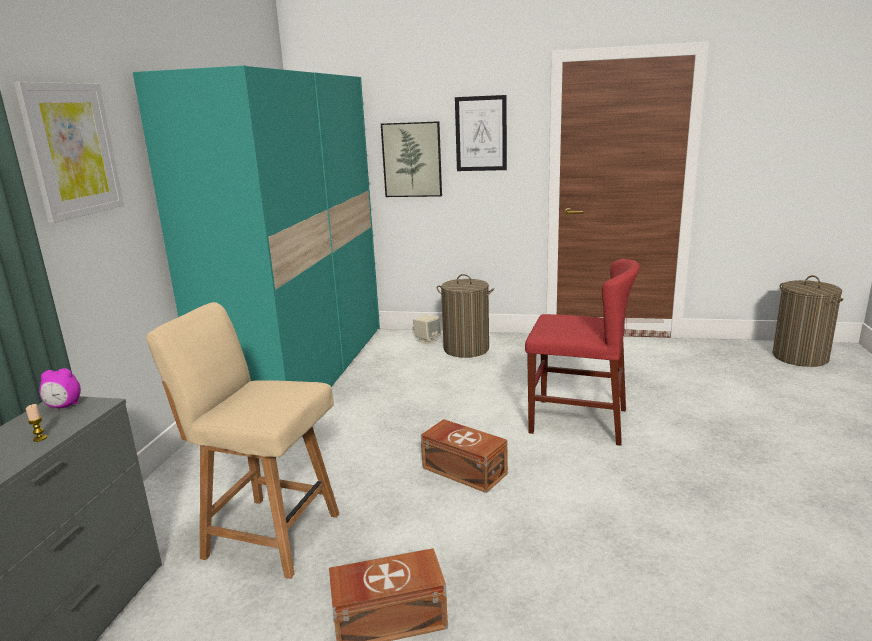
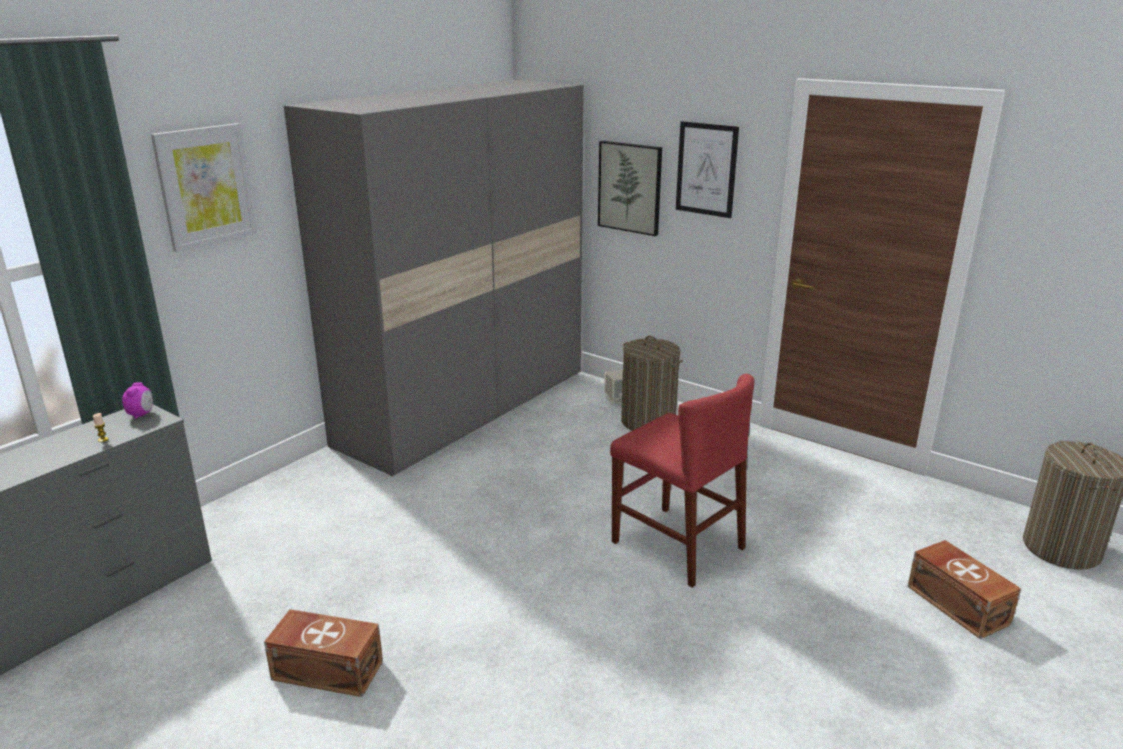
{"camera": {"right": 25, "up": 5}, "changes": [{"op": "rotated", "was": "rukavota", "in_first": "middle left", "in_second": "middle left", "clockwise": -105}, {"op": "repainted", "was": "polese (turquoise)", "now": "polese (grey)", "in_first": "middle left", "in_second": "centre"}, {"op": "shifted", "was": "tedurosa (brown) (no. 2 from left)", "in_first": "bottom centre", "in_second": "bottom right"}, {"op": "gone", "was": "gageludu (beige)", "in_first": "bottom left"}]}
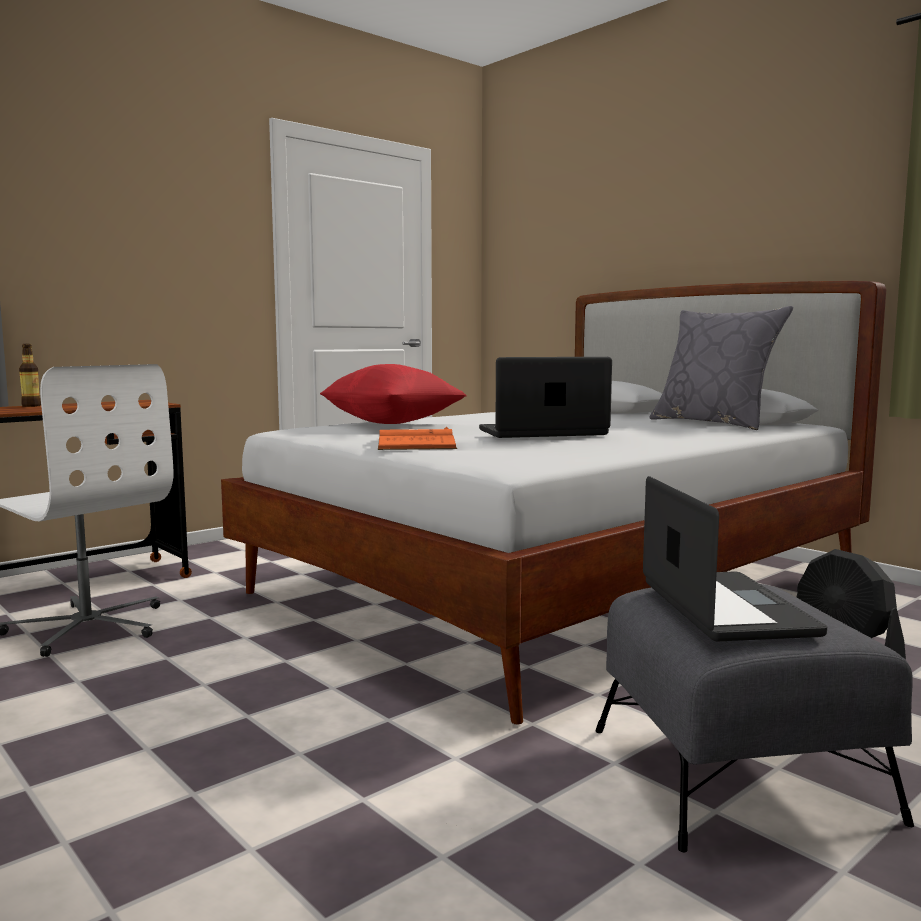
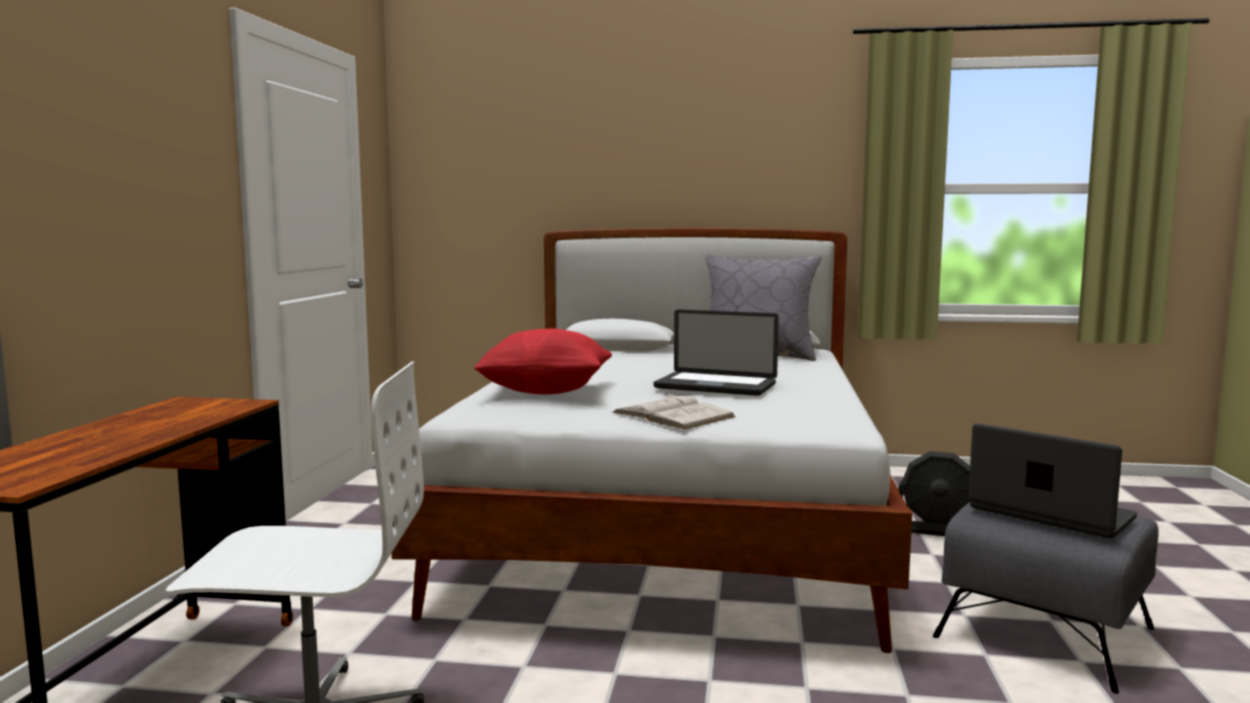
{"camera": {"right": -40, "up": 0}, "changes": [{"op": "repainted", "was": "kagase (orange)", "now": "kagase (white)", "in_first": "centre", "in_second": "centre"}, {"op": "rotated", "was": "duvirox (no. 1 from left)", "in_first": "centre", "in_second": "centre", "clockwise": -105}, {"op": "gone", "was": "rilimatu", "in_first": "middle left"}]}
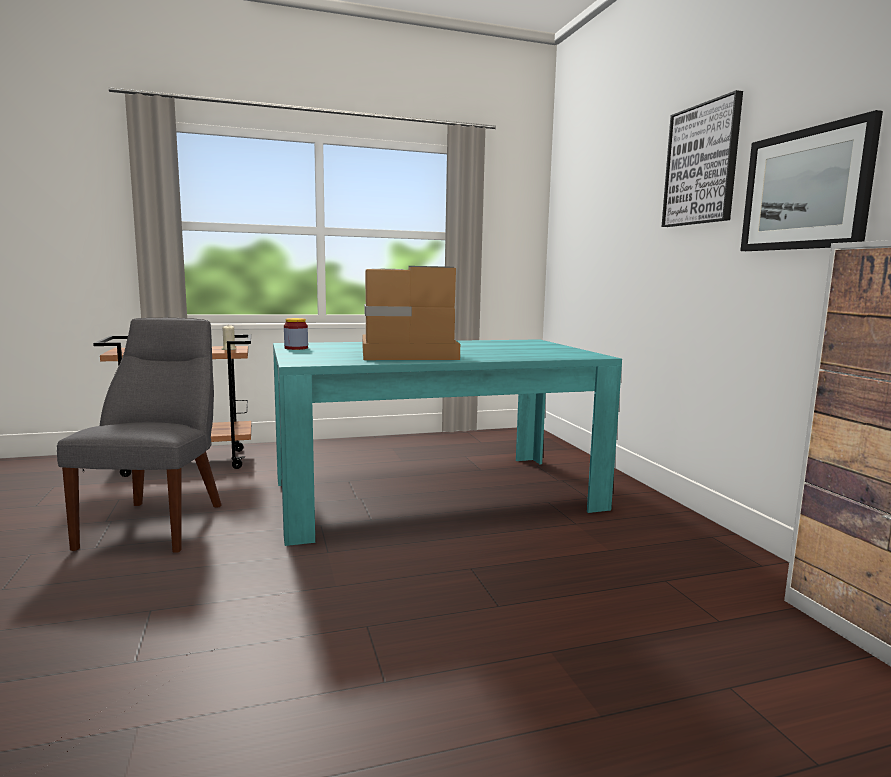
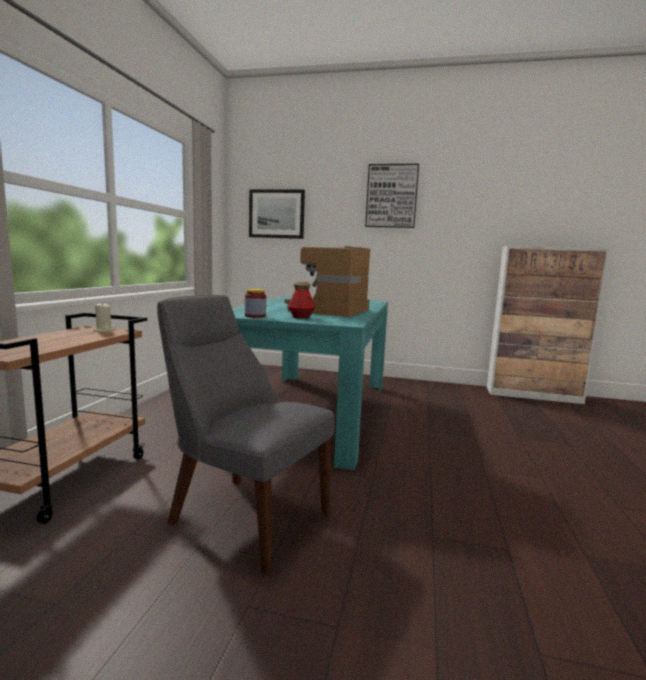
{"camera": {"right": -60, "up": 0}, "changes": [{"op": "shifted", "was": "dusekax (no. 2 from left in the first image)", "now": "dusekax (no. 1 from left)", "in_first": "top right", "in_second": "top centre"}, {"op": "new", "now": "rilimatu", "in_second": "centre"}]}
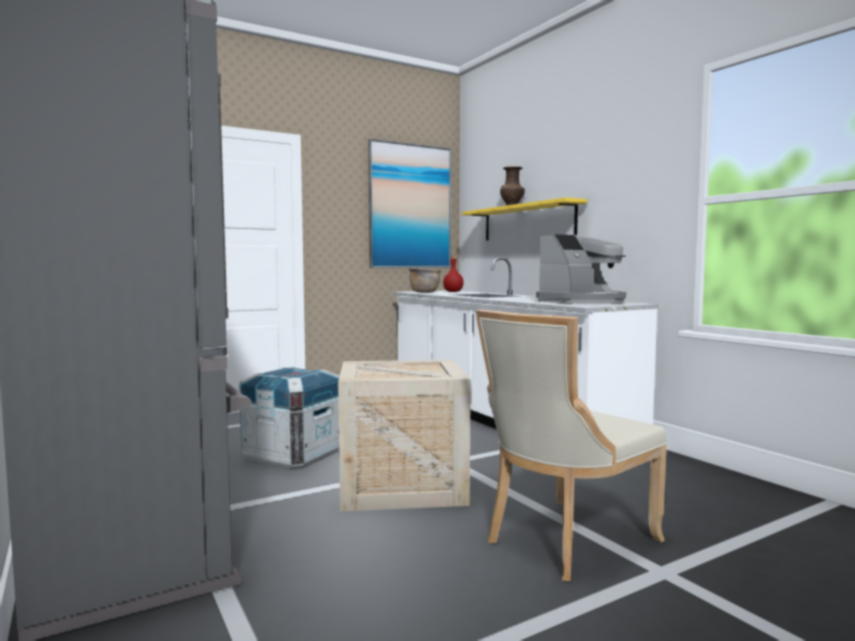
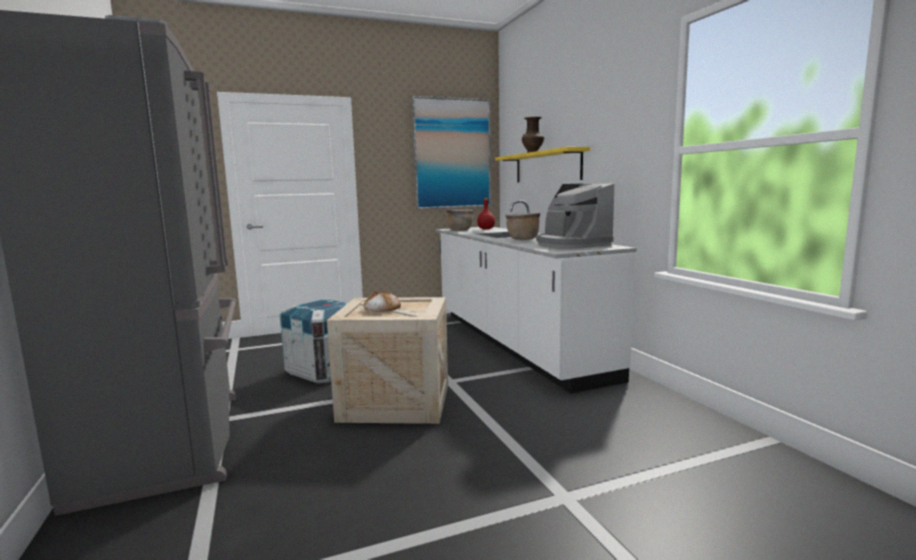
{"camera": {"right": 10, "up": 5}, "changes": [{"op": "new", "now": "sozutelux", "in_second": "centre"}, {"op": "new", "now": "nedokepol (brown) (no. 2 from left)", "in_second": "centre"}, {"op": "rotated", "was": "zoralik", "in_first": "middle right", "in_second": "centre", "clockwise": 90}, {"op": "gone", "was": "gageludu (beige)", "in_first": "bottom right"}]}
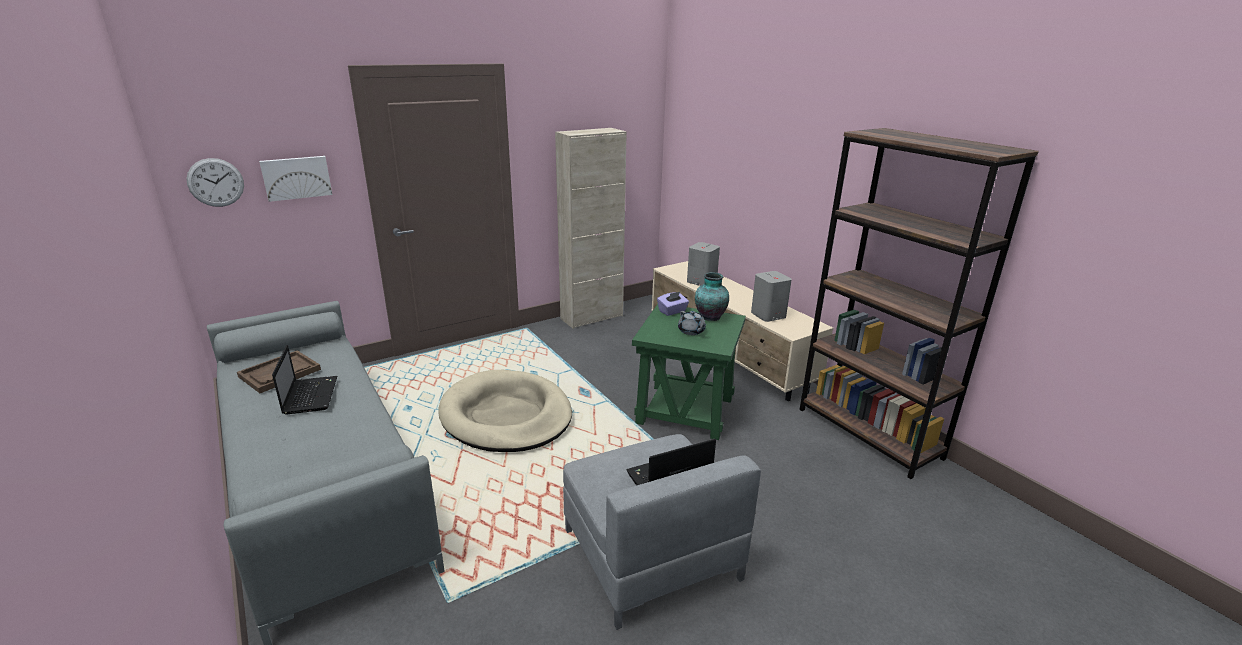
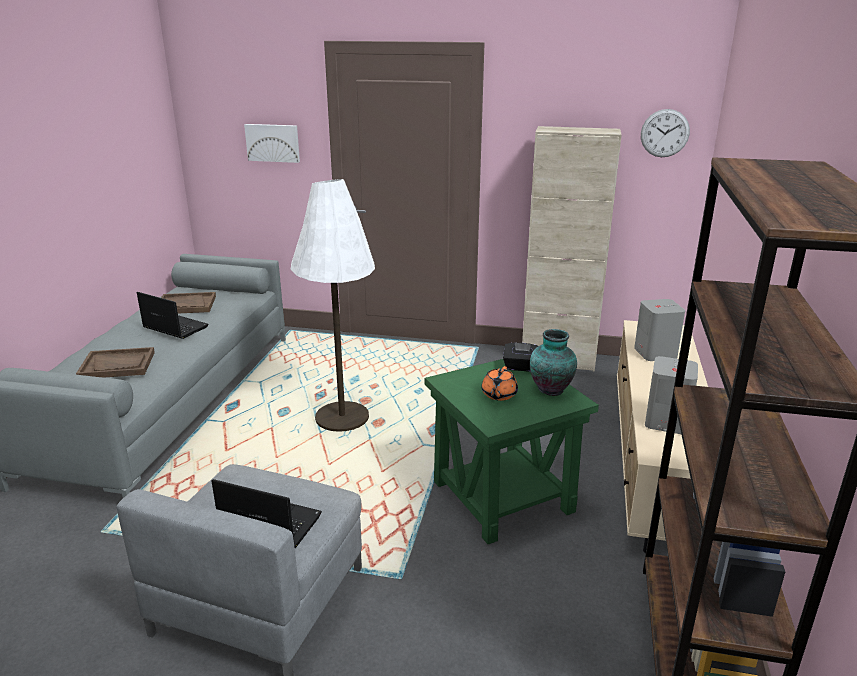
{"camera": {"right": 45, "up": 0}, "changes": [{"op": "new", "now": "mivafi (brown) (no. 1 from left)", "in_second": "middle left"}, {"op": "rotated", "was": "duvirox (no. 1 from left)", "in_first": "middle left", "in_second": "middle left", "clockwise": -90}, {"op": "swapped", "was": "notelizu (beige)", "now": "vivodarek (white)", "in_first": "centre", "in_second": "centre"}, {"op": "repainted", "was": "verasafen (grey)", "now": "verasafen (orange)", "in_first": "centre", "in_second": "centre"}, {"op": "repainted", "was": "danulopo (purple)", "now": "danulopo (black)", "in_first": "centre", "in_second": "centre"}, {"op": "shifted", "was": "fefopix", "in_first": "top left", "in_second": "top right"}]}
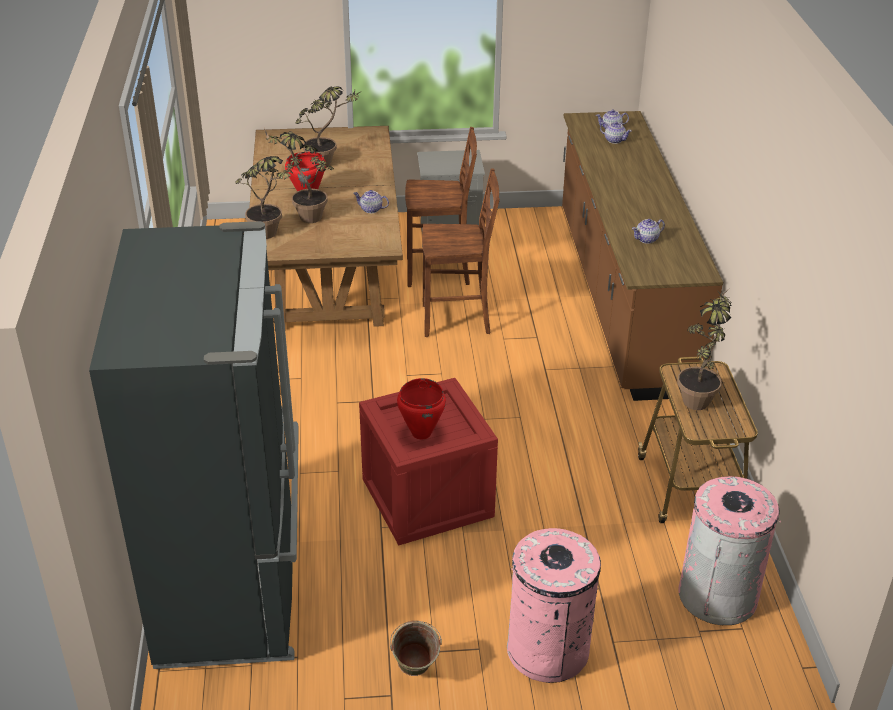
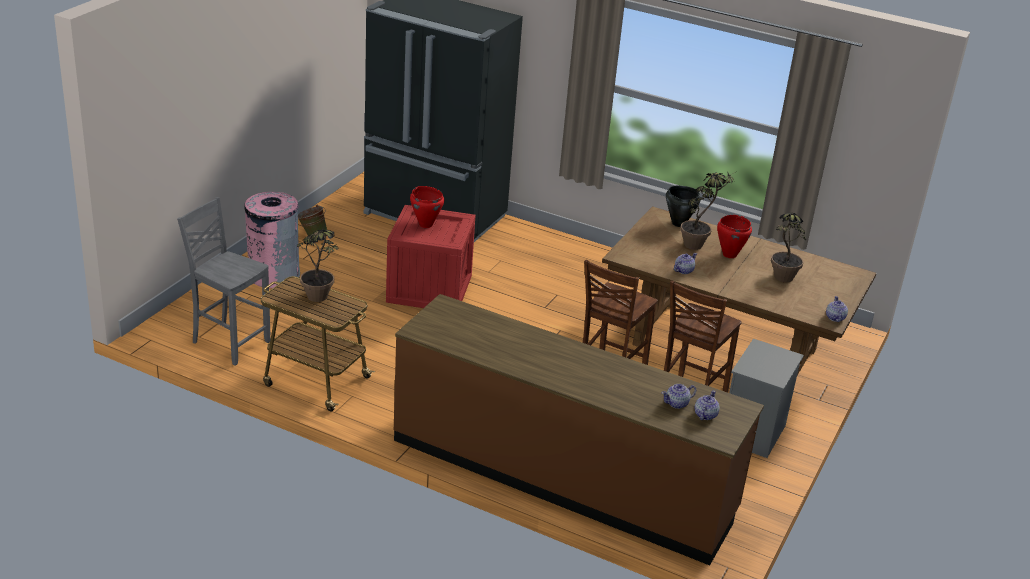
{"camera": {"right": 120, "up": -5}, "changes": [{"op": "swapped", "was": "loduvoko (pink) (no. 2 from left)", "now": "gageludu (grey)", "in_first": "bottom right", "in_second": "middle left"}, {"op": "swapped", "was": "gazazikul (no. 1 from left)", "now": "nedokepol (black)", "in_first": "top left", "in_second": "centre"}, {"op": "shifted", "was": "verasafen (no. 4 from left)", "in_first": "top right", "in_second": "middle right"}]}
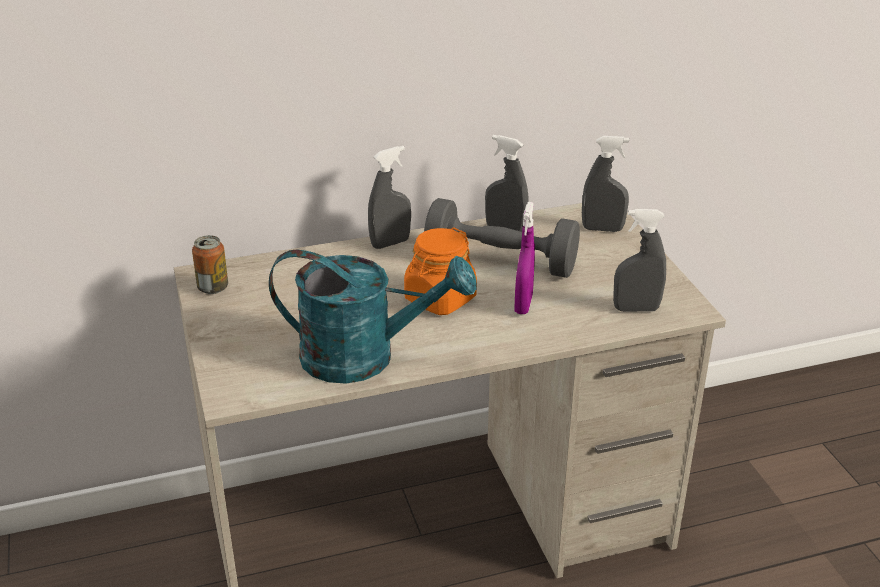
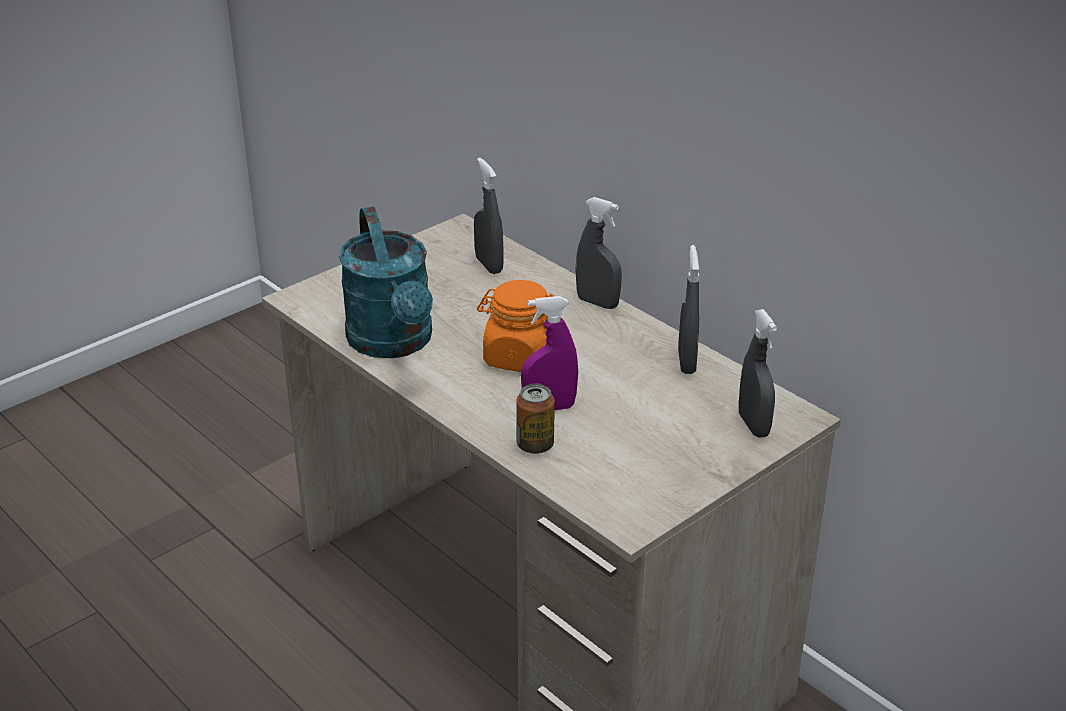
{"camera": {"right": 65, "up": 0}, "changes": [{"op": "shifted", "was": "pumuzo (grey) (no. 4 from left in the first image)", "now": "pumuzo (grey) (no. 1 from left)", "in_first": "middle right", "in_second": "top centre"}, {"op": "shifted", "was": "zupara", "in_first": "middle left", "in_second": "centre"}, {"op": "gone", "was": "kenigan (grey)", "in_first": "centre"}]}
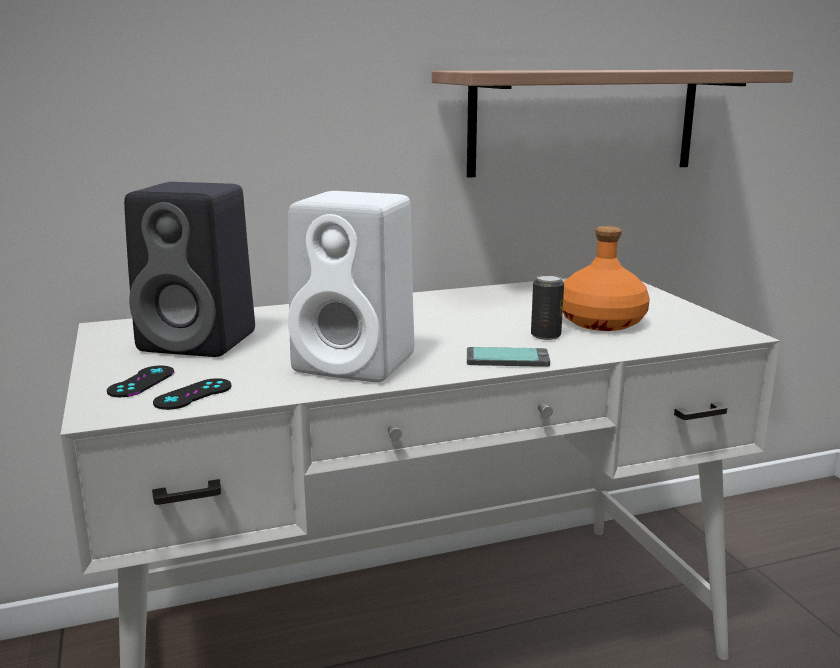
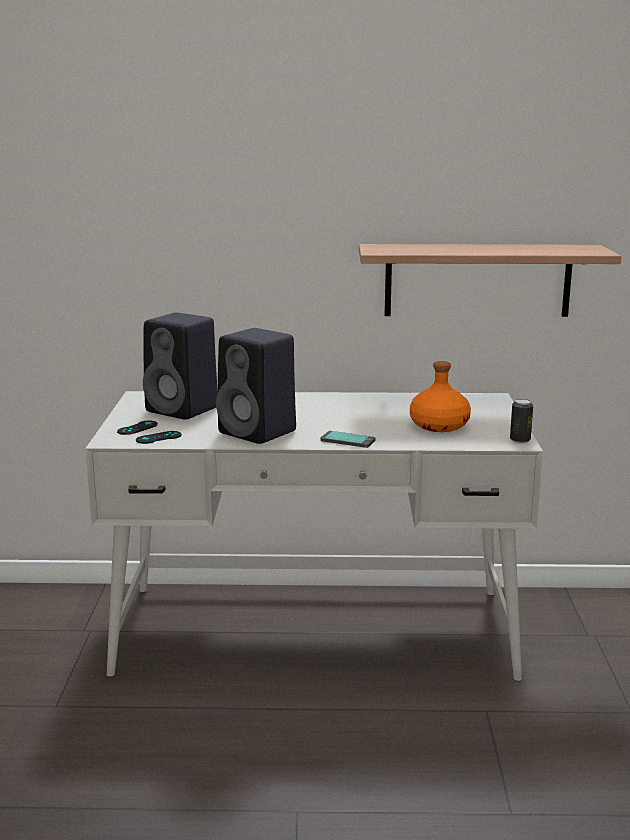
{"camera": {"right": 20, "up": 0}, "changes": [{"op": "repainted", "was": "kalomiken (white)", "now": "kalomiken (black) (no. 2 from left)", "in_first": "centre", "in_second": "centre"}, {"op": "shifted", "was": "zupara", "in_first": "centre", "in_second": "middle right"}]}
